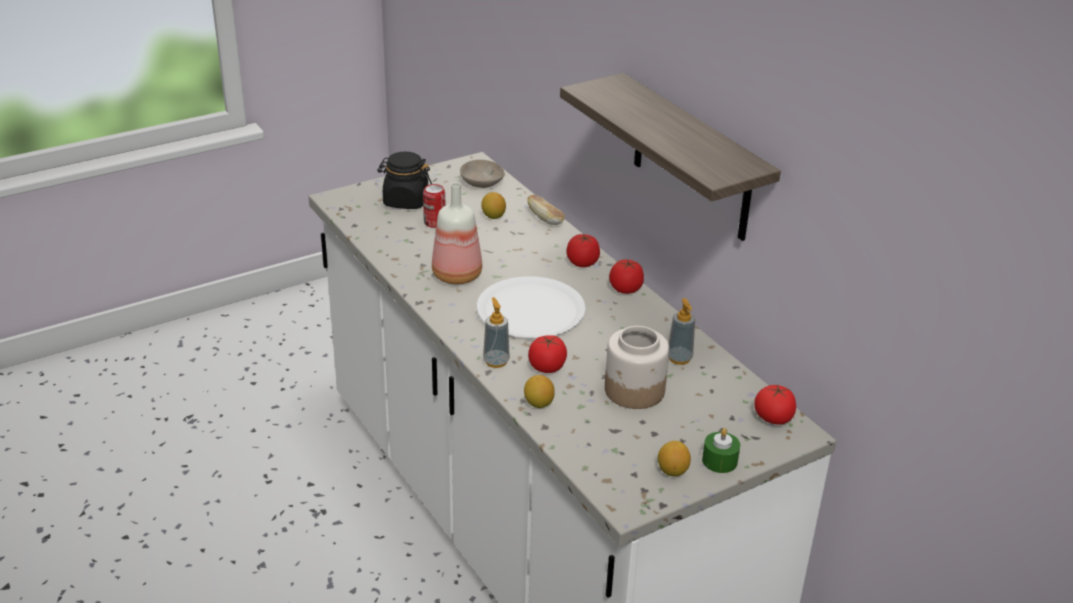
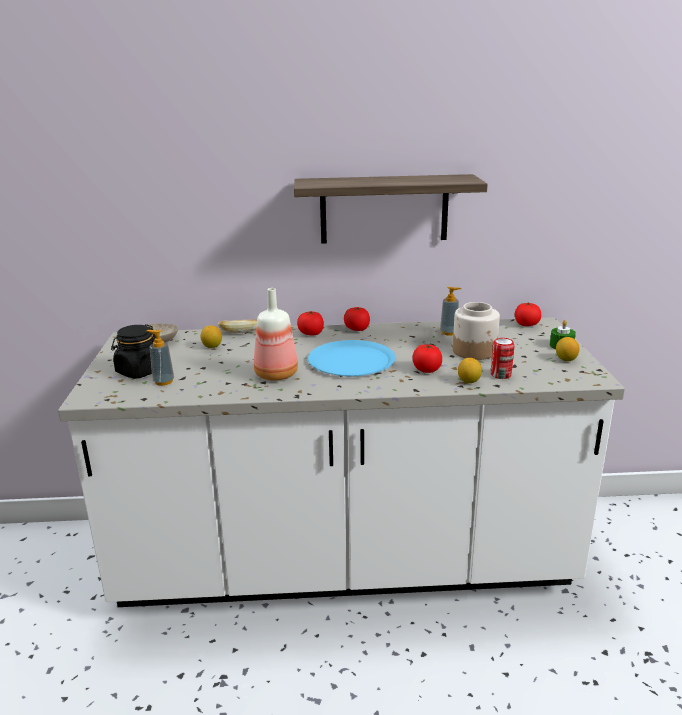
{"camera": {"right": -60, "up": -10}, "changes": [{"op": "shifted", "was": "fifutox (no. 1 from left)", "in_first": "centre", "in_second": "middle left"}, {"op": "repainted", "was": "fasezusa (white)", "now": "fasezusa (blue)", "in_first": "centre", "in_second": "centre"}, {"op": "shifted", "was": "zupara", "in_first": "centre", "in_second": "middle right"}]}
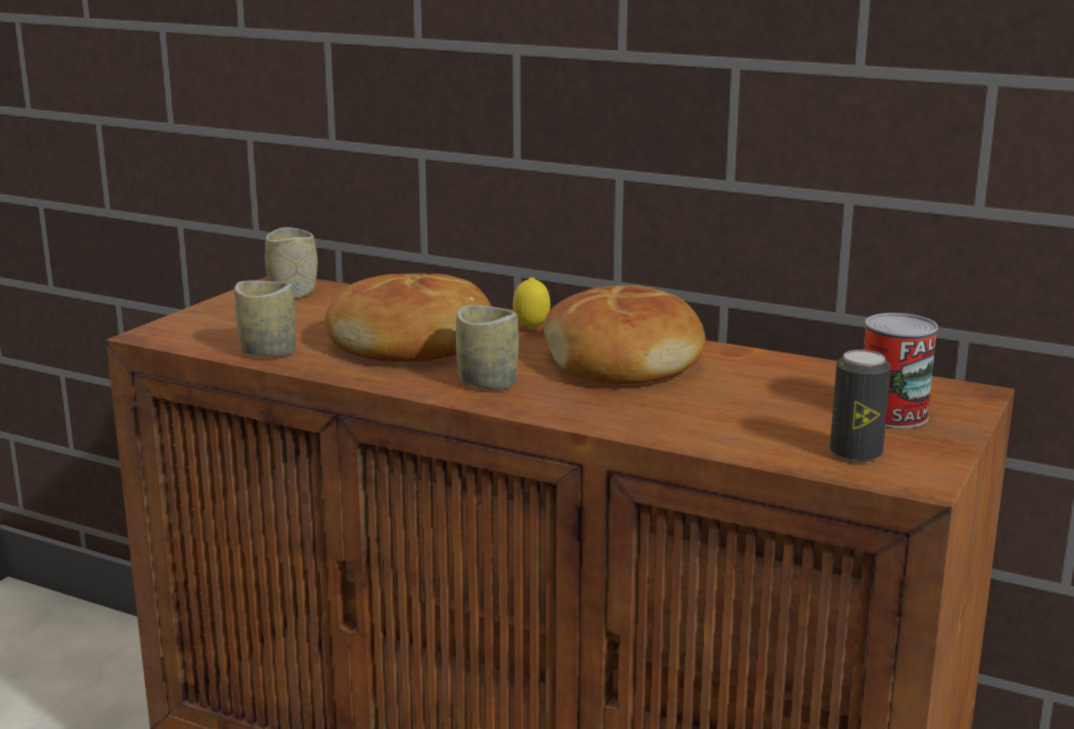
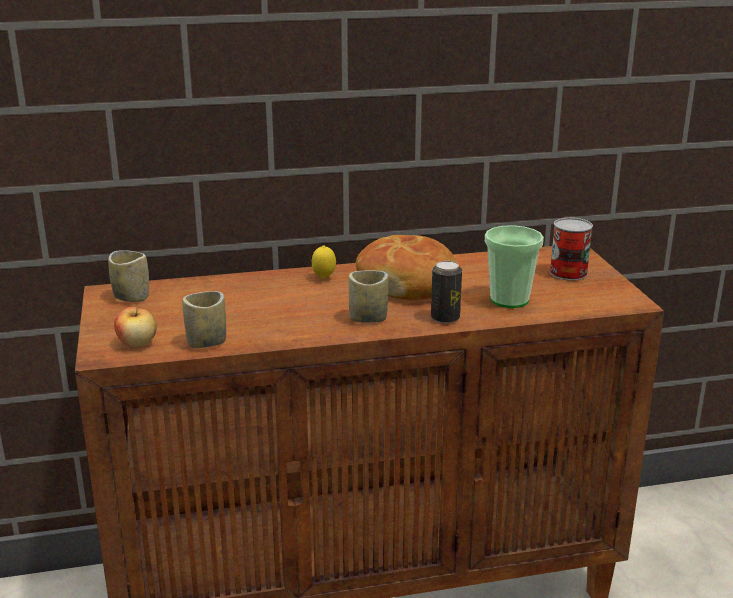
{"camera": {"right": -40, "up": 5}, "changes": [{"op": "new", "now": "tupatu", "in_second": "middle left"}, {"op": "shifted", "was": "zupara (no. 1 from left)", "in_first": "middle right", "in_second": "centre"}, {"op": "new", "now": "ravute (no. 4 from left)", "in_second": "middle right"}, {"op": "gone", "was": "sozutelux (no. 1 from left)", "in_first": "centre"}]}
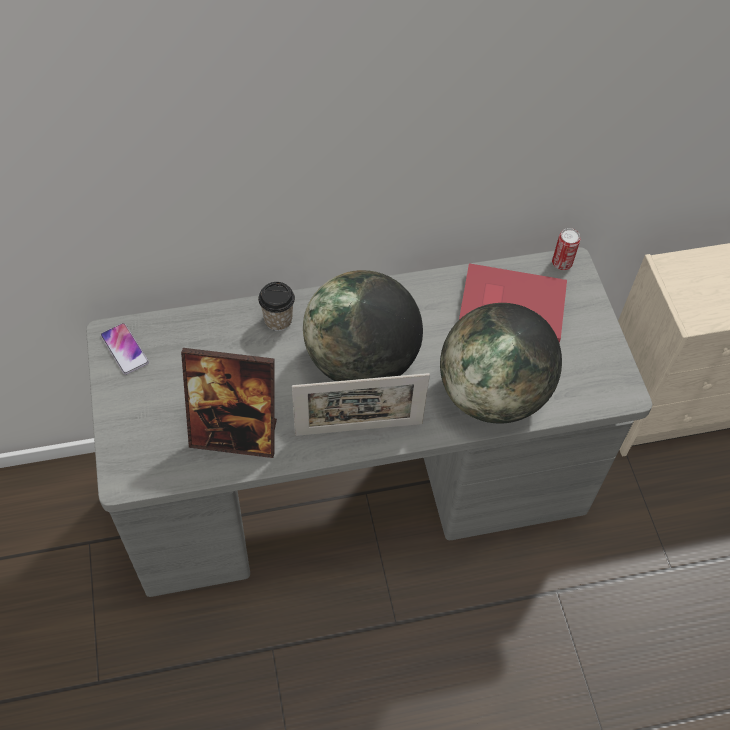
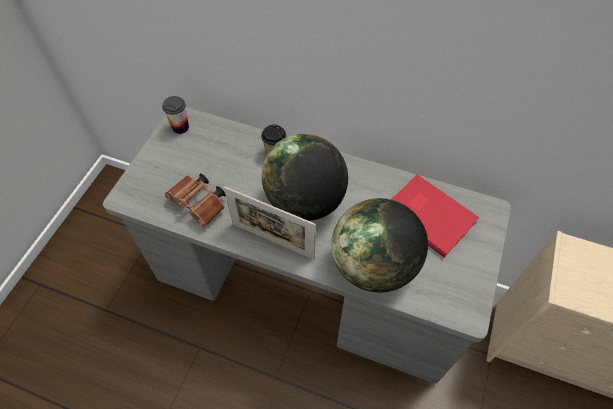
{"camera": {"right": 35, "up": 0}, "changes": [{"op": "swapped", "was": "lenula", "now": "ravute (no. 1 from left)", "in_first": "middle left", "in_second": "top left"}, {"op": "swapped", "was": "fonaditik (no. 1 from left)", "now": "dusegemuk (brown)", "in_first": "middle left", "in_second": "middle left"}, {"op": "gone", "was": "zupara", "in_first": "middle right"}]}
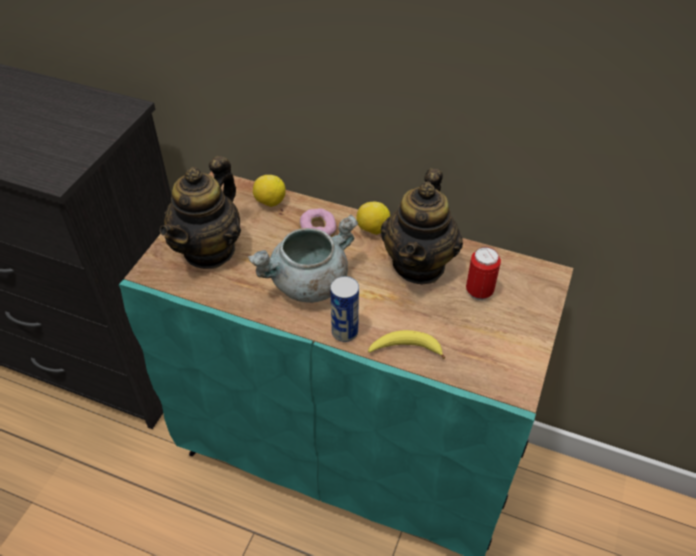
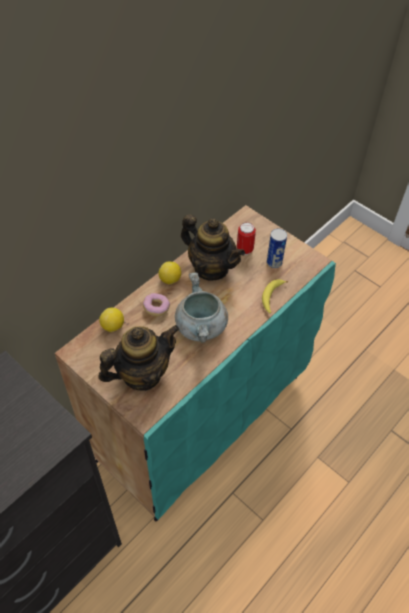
{"camera": {"right": -70, "up": 5}, "changes": [{"op": "rotated", "was": "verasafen (no. 1 from left)", "in_first": "middle left", "in_second": "centre", "clockwise": -75}, {"op": "shifted", "was": "zupara (no. 1 from left in the first image)", "now": "zupara (no. 2 from left)", "in_first": "centre", "in_second": "middle right"}]}
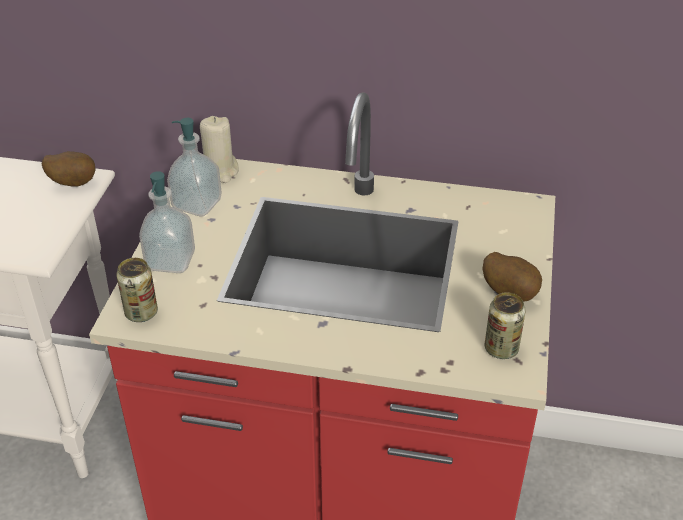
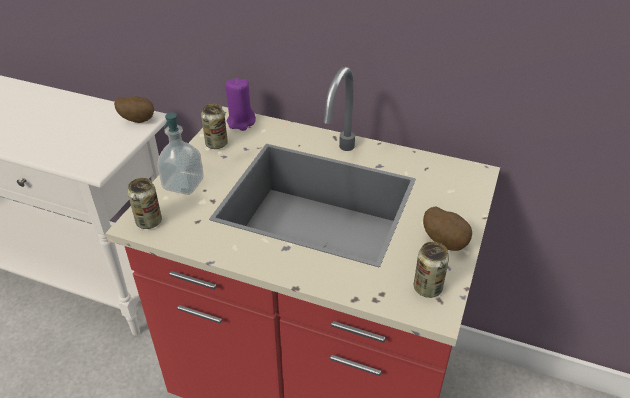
{"camera": {"right": 10, "up": 0}, "changes": [{"op": "swapped", "was": "fifutox (no. 2 from left)", "now": "zupara (no. 2 from left)", "in_first": "top left", "in_second": "top centre"}, {"op": "repainted", "was": "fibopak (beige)", "now": "fibopak (purple)", "in_first": "top left", "in_second": "top centre"}]}
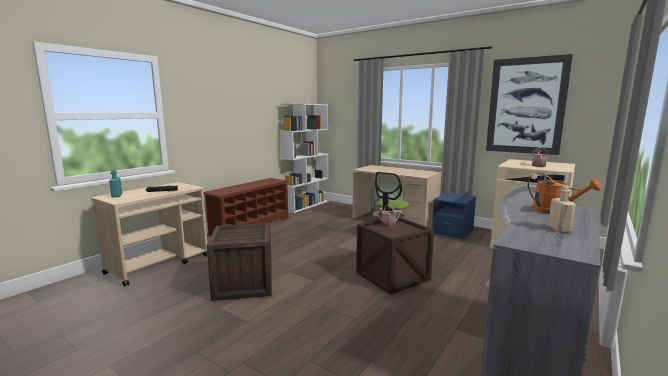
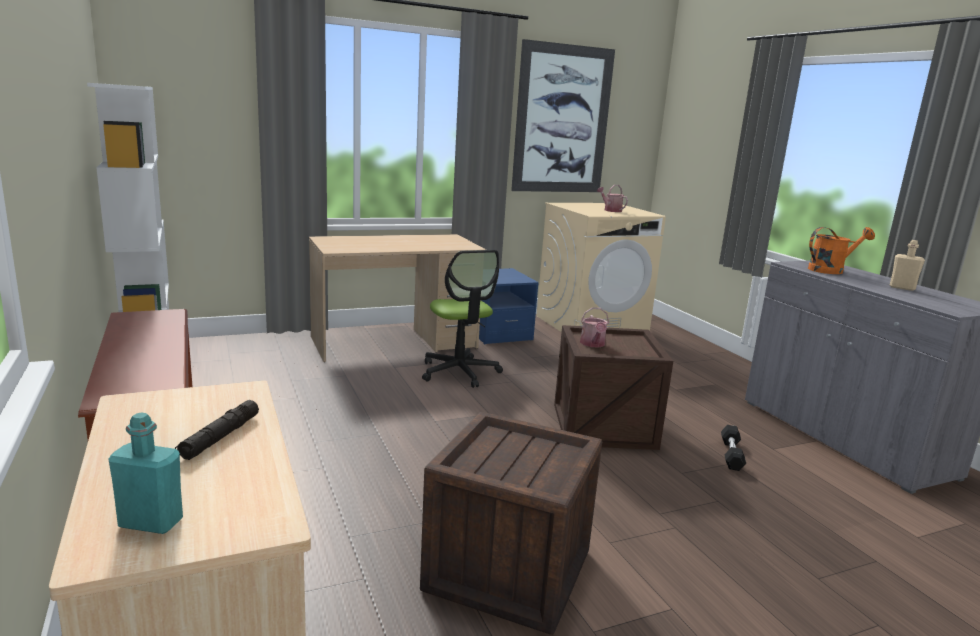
{"camera": {"right": -60, "up": 5}, "changes": [{"op": "new", "now": "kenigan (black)", "in_second": "bottom right"}]}
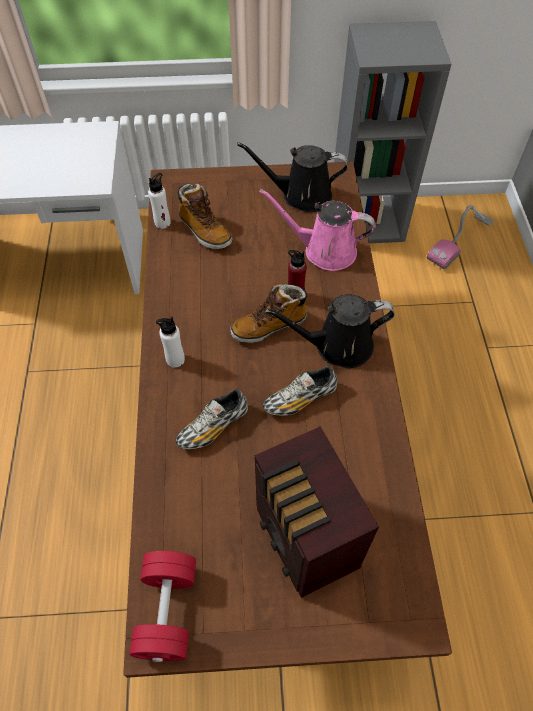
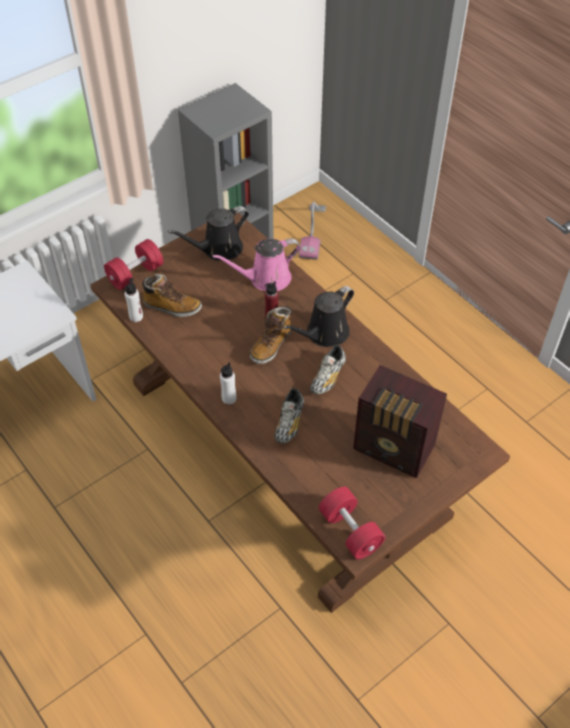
{"camera": {"right": -35, "up": -5}, "changes": [{"op": "new", "now": "kenigan (red) (no. 1 from left)", "in_second": "middle left"}]}
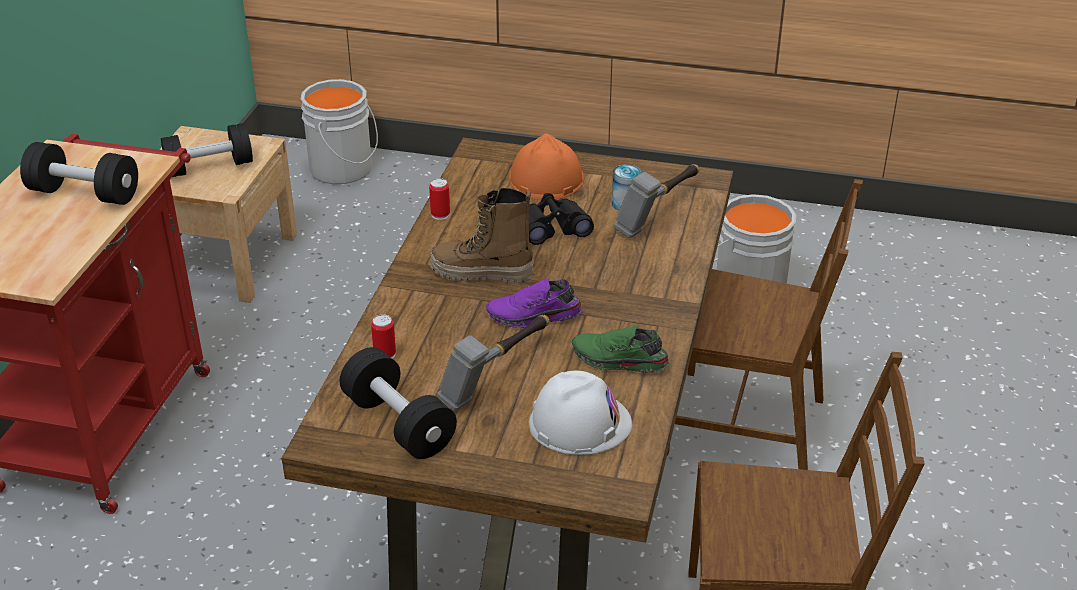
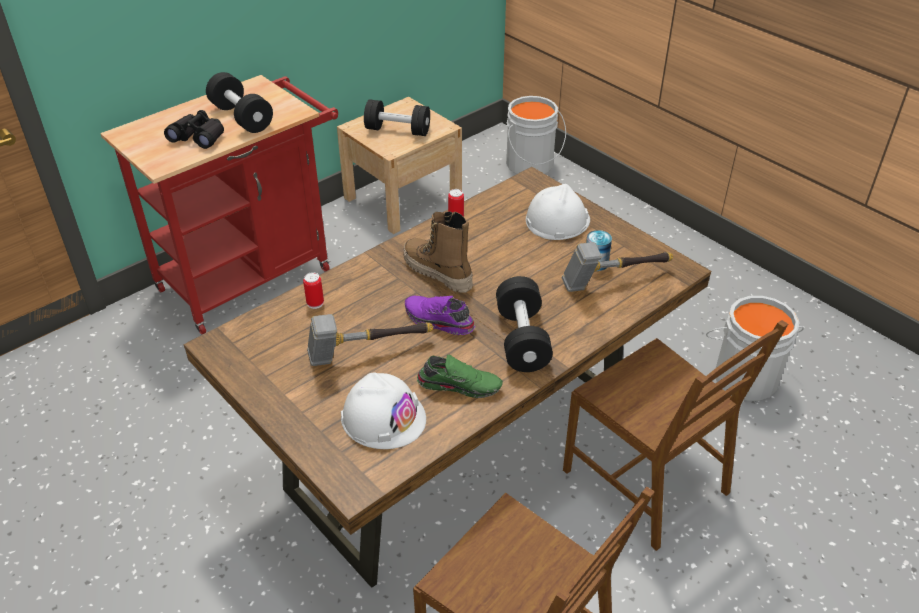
{"camera": {"right": 35, "up": 5}, "changes": [{"op": "shifted", "was": "dusegemuk (black)", "in_first": "centre", "in_second": "top left"}, {"op": "rotated", "was": "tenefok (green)", "in_first": "centre", "in_second": "centre", "clockwise": 135}, {"op": "shifted", "was": "kenigan (black) (no. 3 from left)", "in_first": "bottom centre", "in_second": "centre"}, {"op": "repainted", "was": "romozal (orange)", "now": "romozal (white) (no. 2 from left)", "in_first": "top centre", "in_second": "centre"}]}
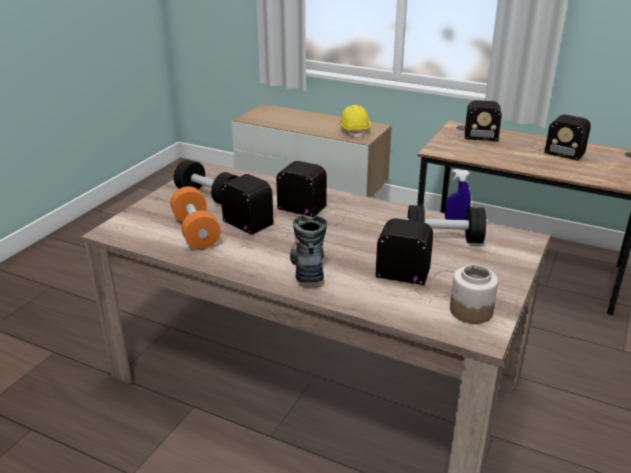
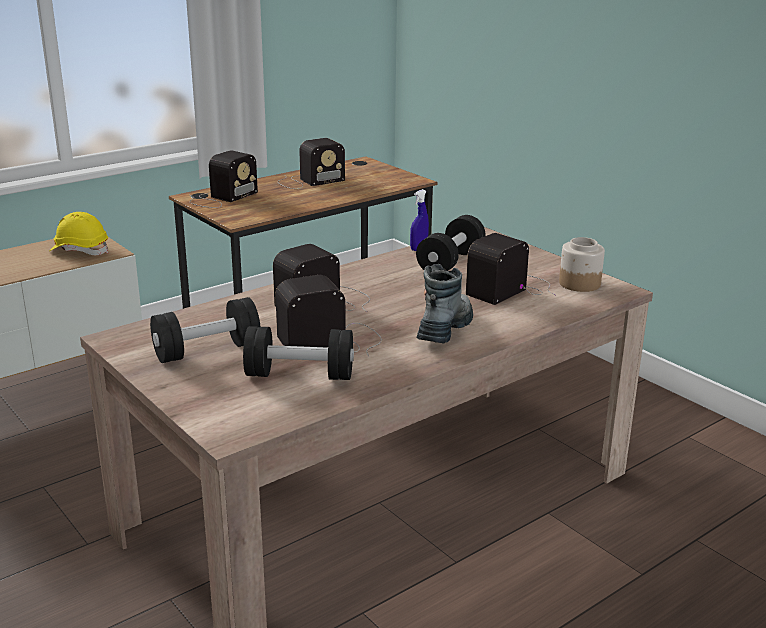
{"camera": {"right": -65, "up": -5}, "changes": [{"op": "repainted", "was": "kenigan (orange)", "now": "kenigan (black) (no. 2 from left)", "in_first": "middle left", "in_second": "centre"}, {"op": "rotated", "was": "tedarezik", "in_first": "centre", "in_second": "centre", "clockwise": 90}]}
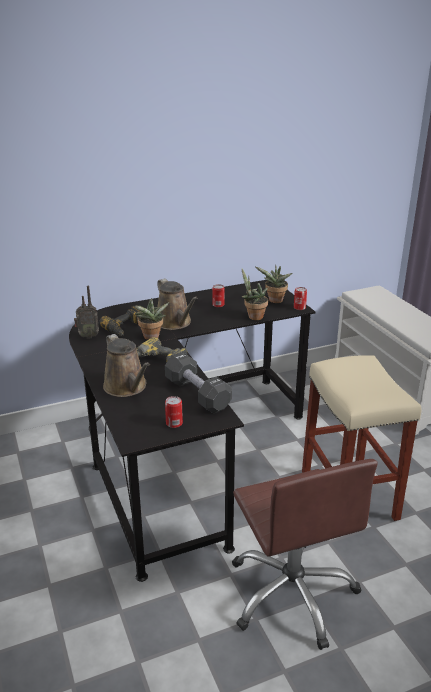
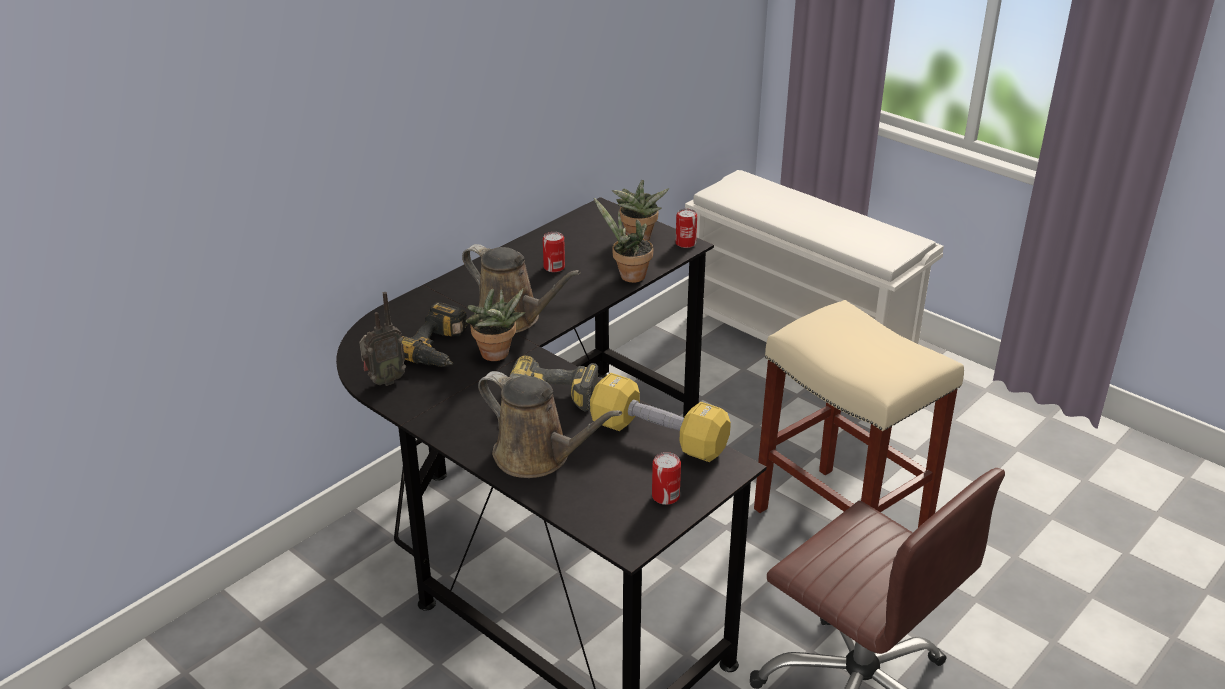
{"camera": {"right": -25, "up": 5}, "changes": [{"op": "repainted", "was": "kenigan (black)", "now": "kenigan (yellow)", "in_first": "centre", "in_second": "centre"}]}
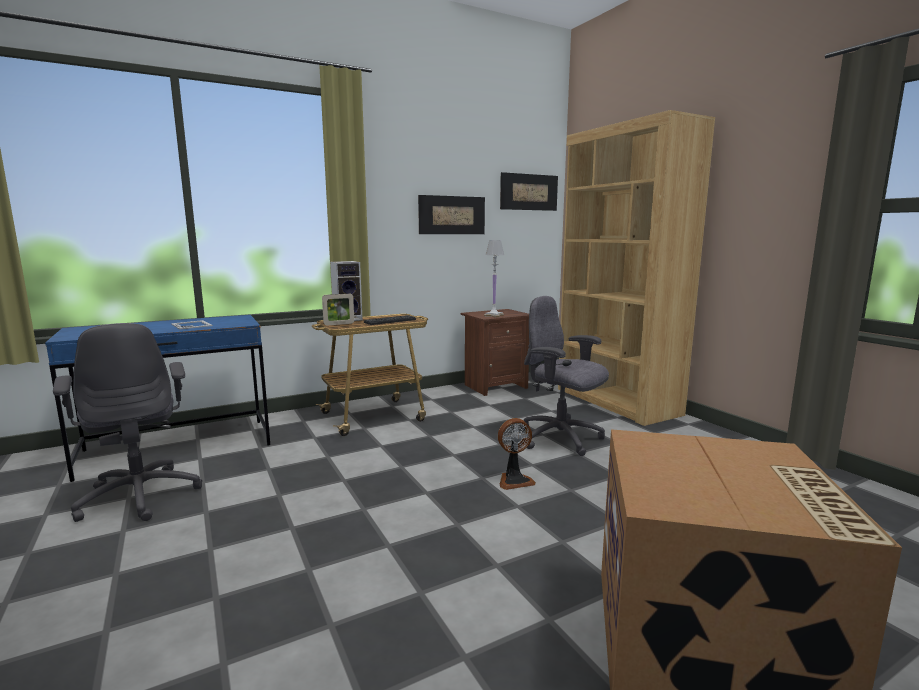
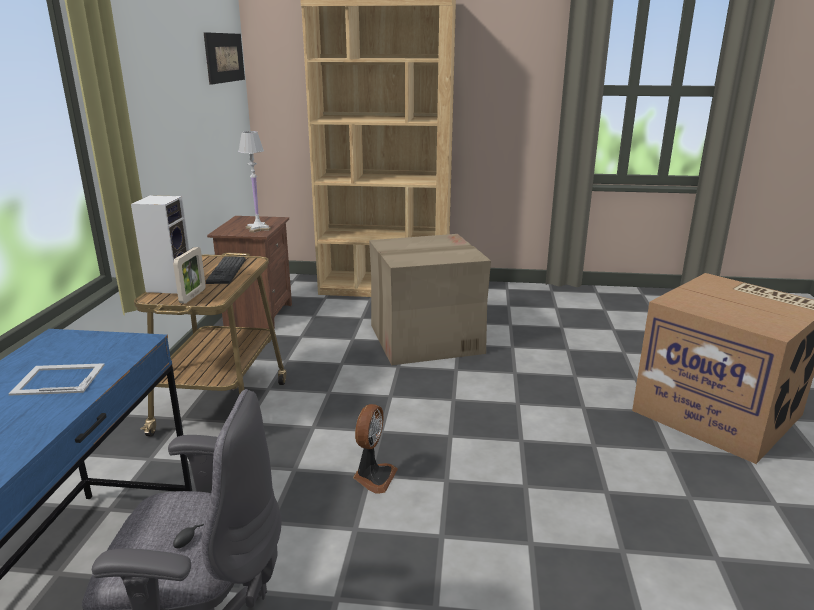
{"camera": {"right": -55, "up": 10}, "changes": [{"op": "shifted", "was": "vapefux", "in_first": "centre", "in_second": "bottom centre"}, {"op": "swapped", "was": "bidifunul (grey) (no. 2 from left)", "now": "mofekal (no. 1 from left)", "in_first": "centre", "in_second": "centre"}, {"op": "gone", "was": "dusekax (no. 1 from left)", "in_first": "top centre"}]}
